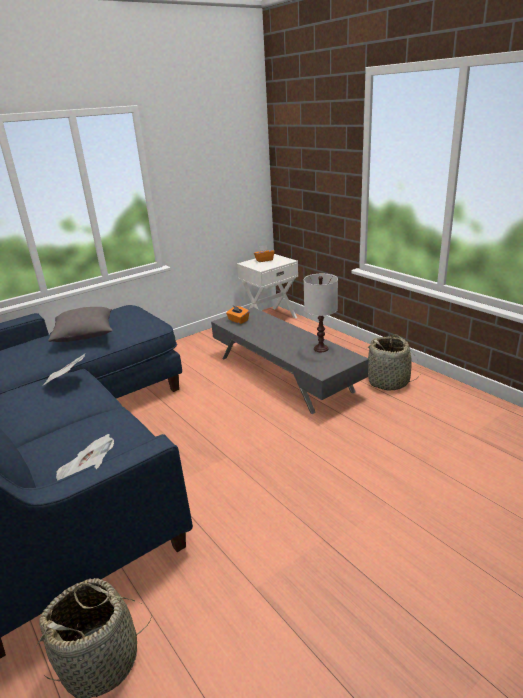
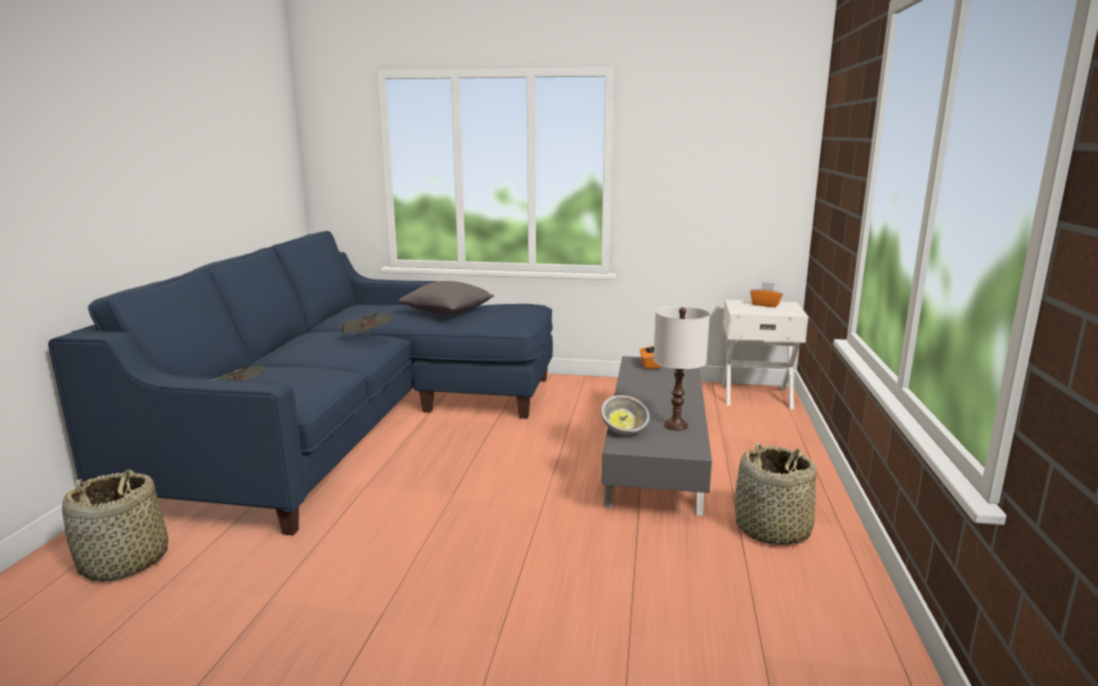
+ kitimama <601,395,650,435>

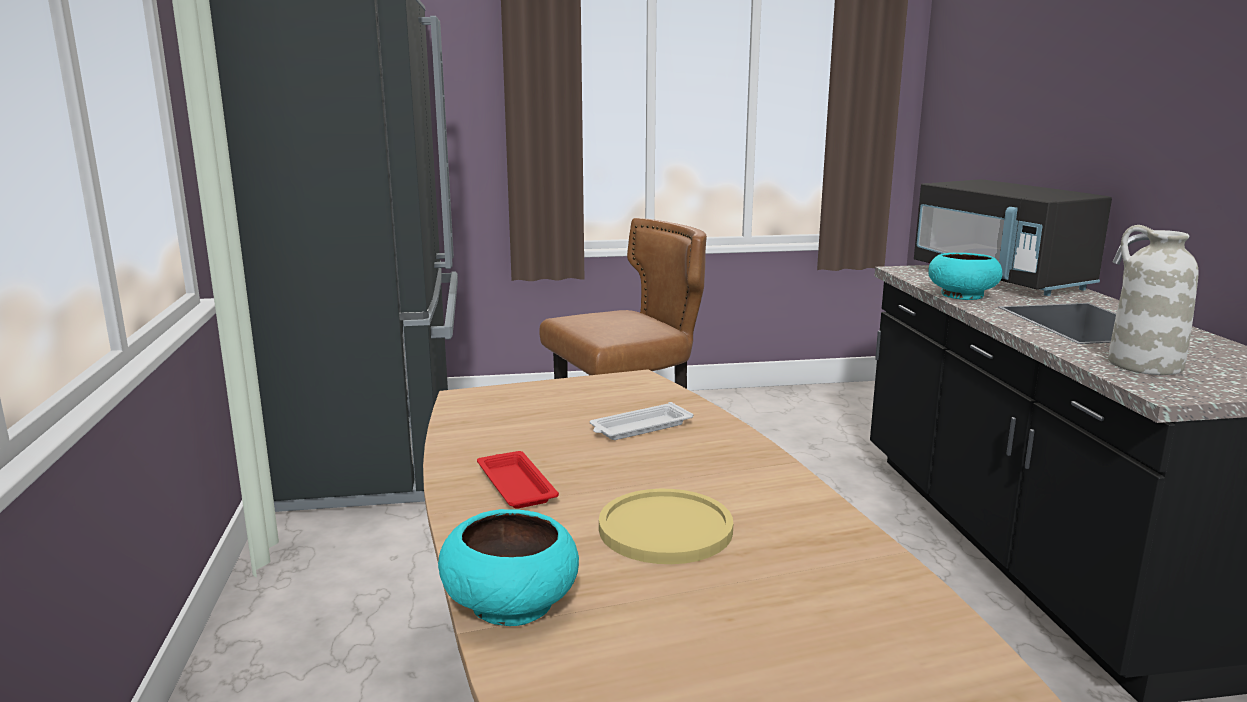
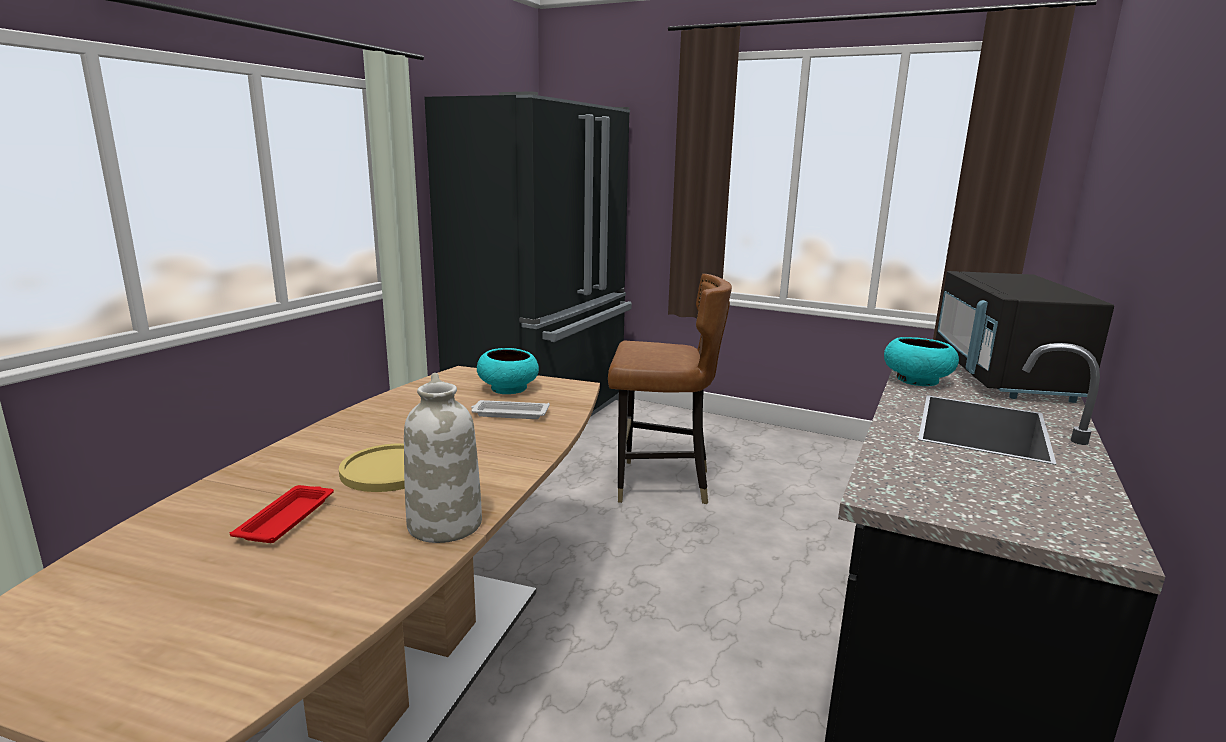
~ turquoise_kitimama <438,509,579,626> to <477,348,539,394>
~ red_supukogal <477,451,559,509> to <230,485,334,543>
~ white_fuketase <1108,225,1198,375> to <404,373,482,543>

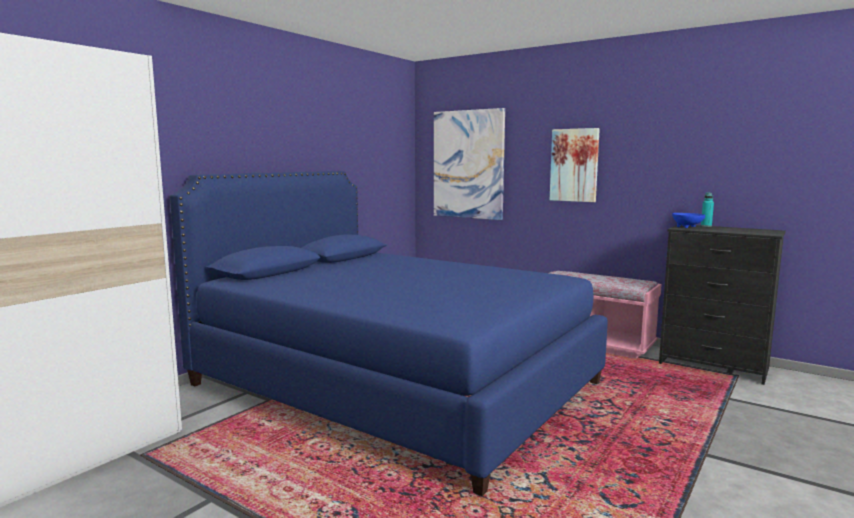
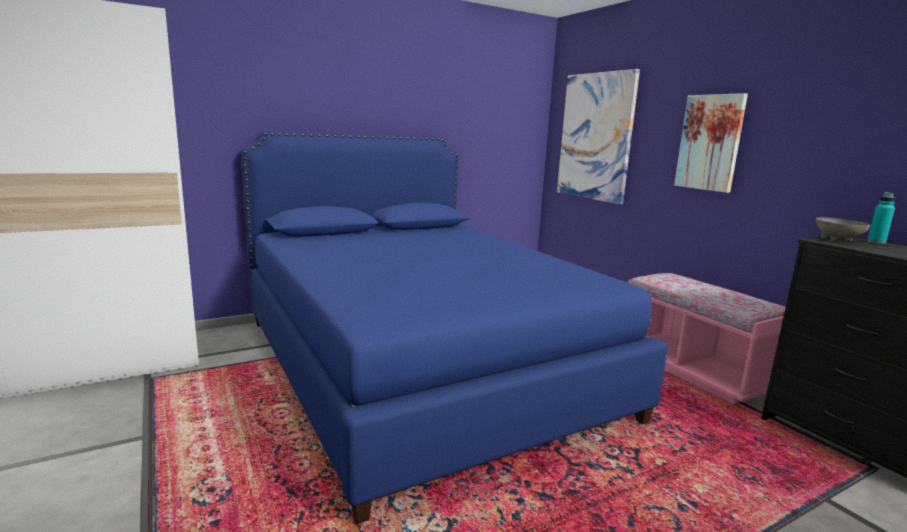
~ blue_kitimama <672,213,705,228> to grey_kitimama <816,217,871,241>

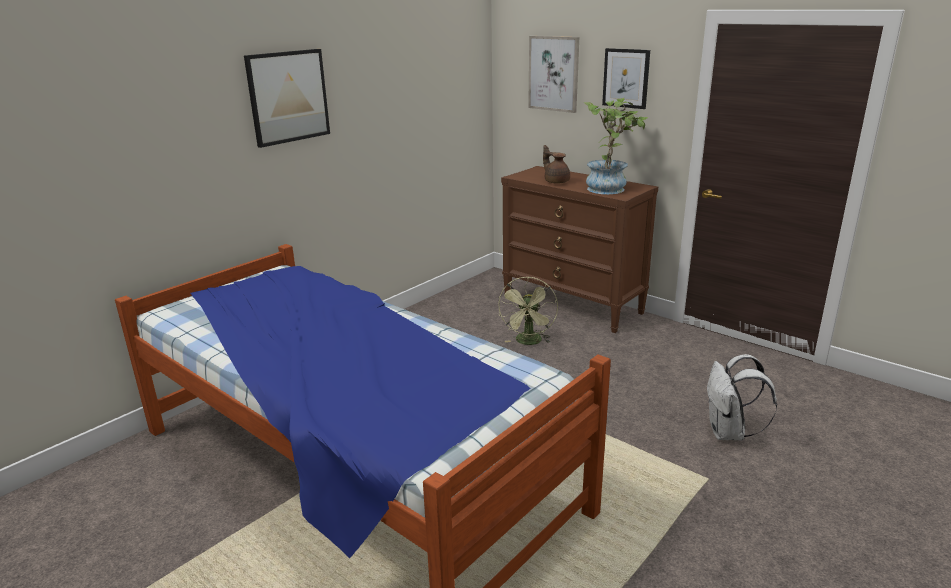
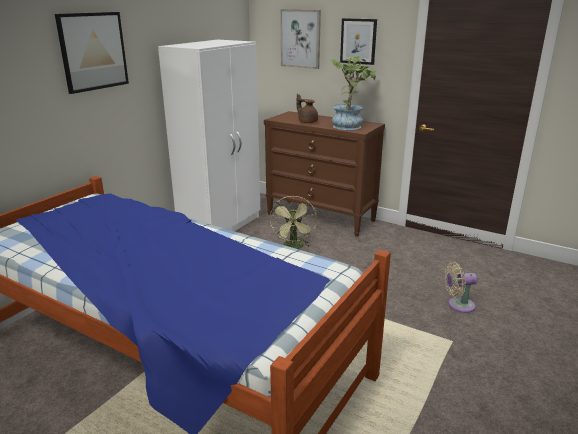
+ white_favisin <158,40,260,231>
~ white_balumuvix <707,354,777,441> to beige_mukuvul <444,262,478,313>

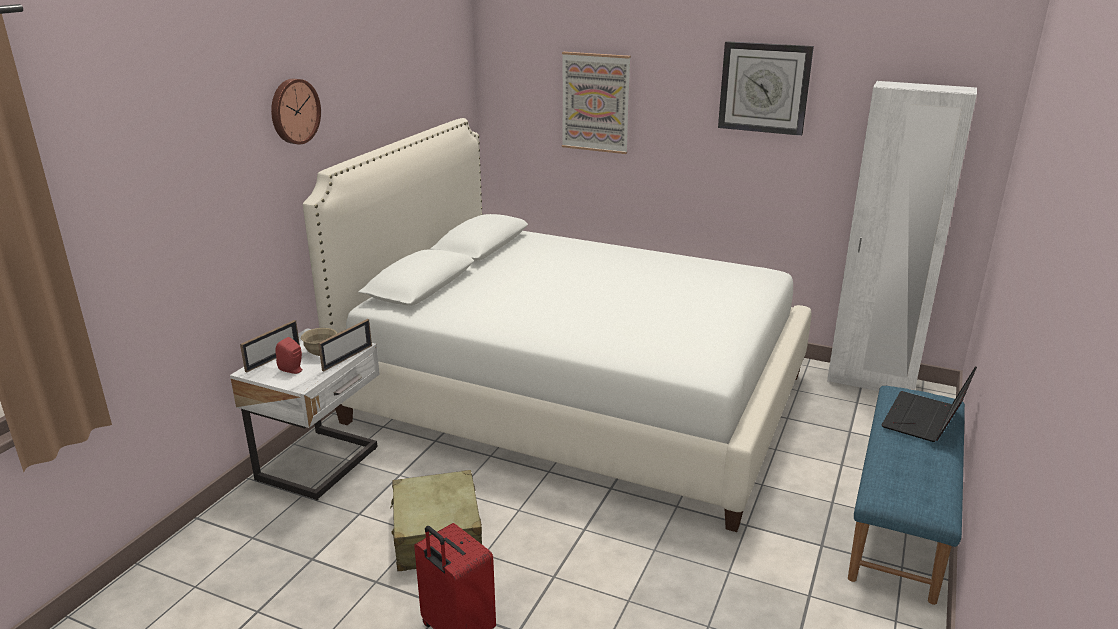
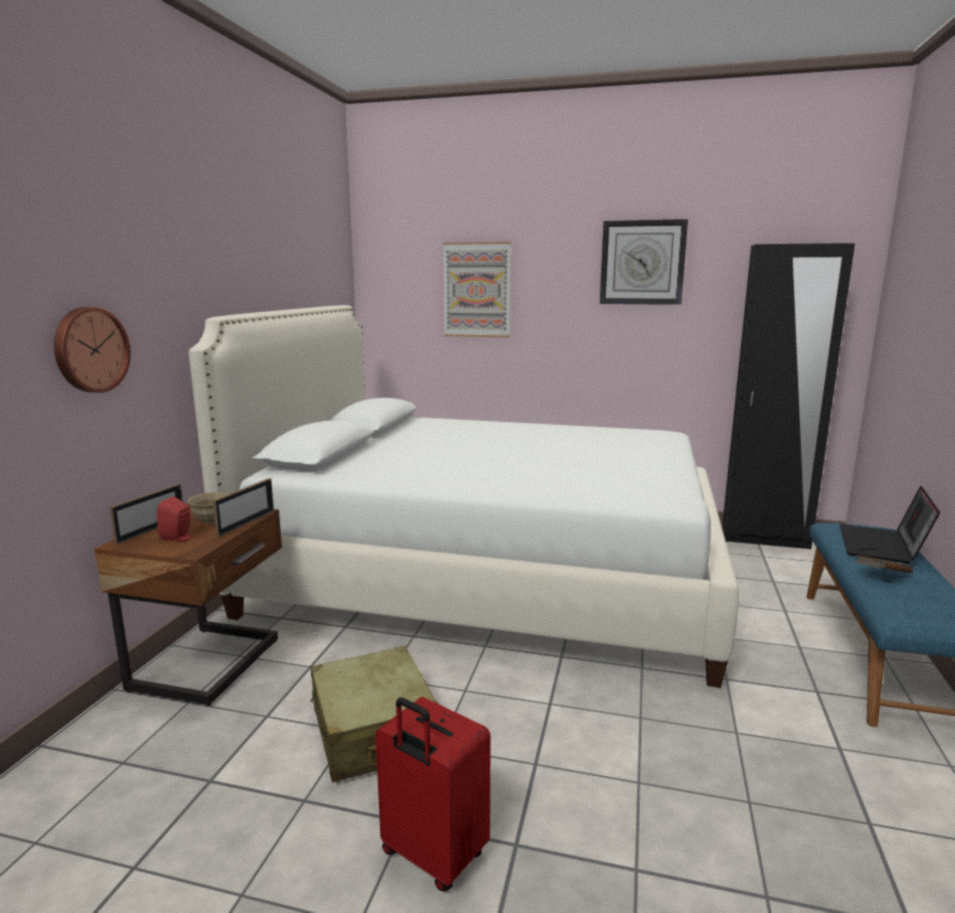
+ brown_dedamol <855,555,913,573>
~ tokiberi <271,79,321,144> to <54,307,131,393>
~ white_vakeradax <230,328,380,501> to brown_vakeradax <94,503,282,706>
~ white_favisin <827,81,977,391> to black_favisin <722,243,855,549>

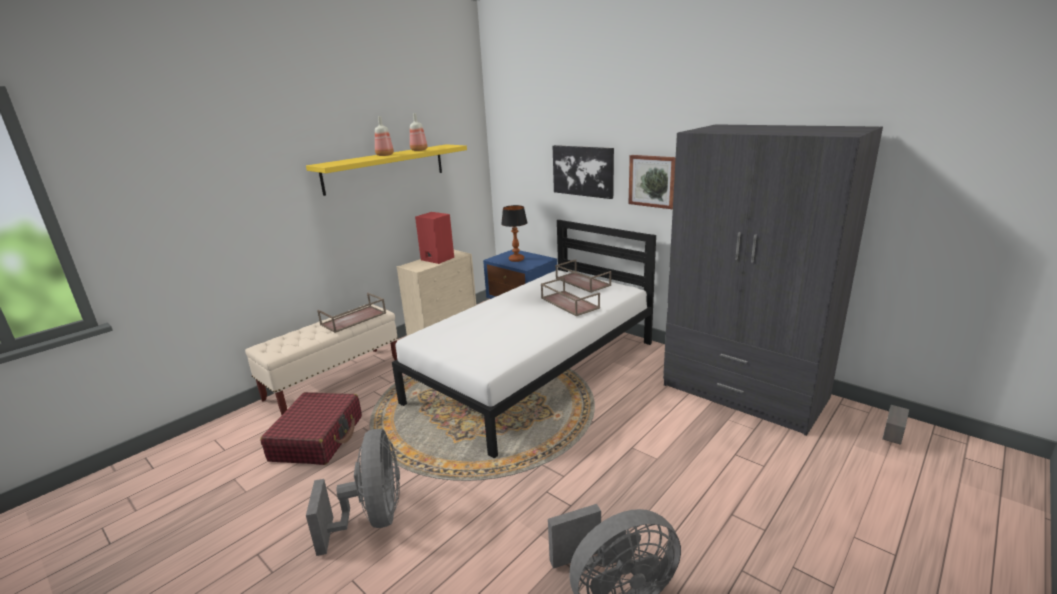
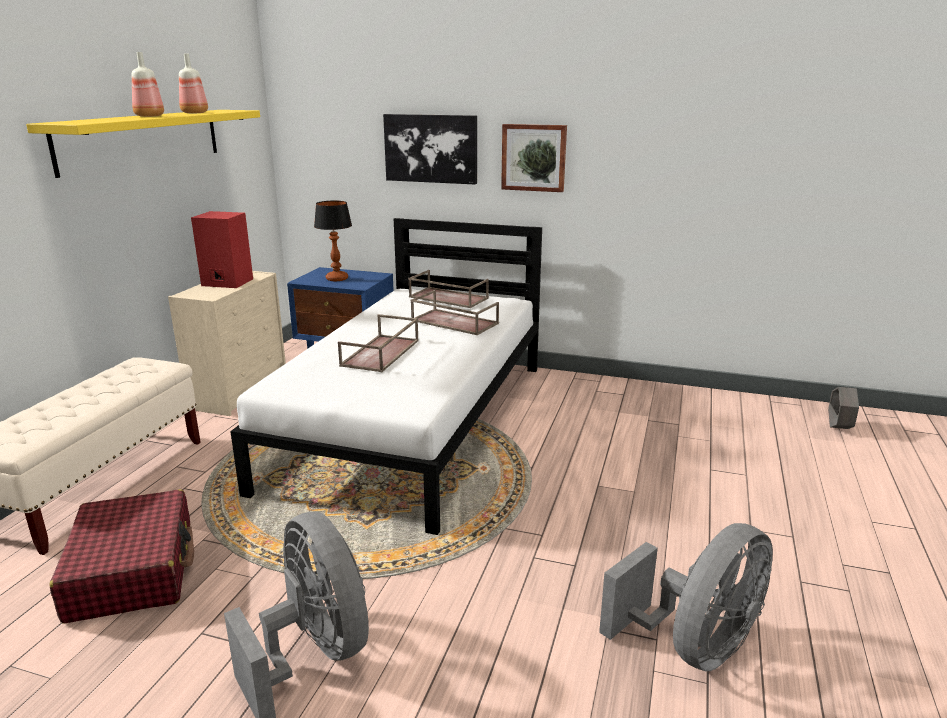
- grey_favisin <663,124,883,436>
~ brown_supukogal <317,293,386,333> to <338,314,419,372>

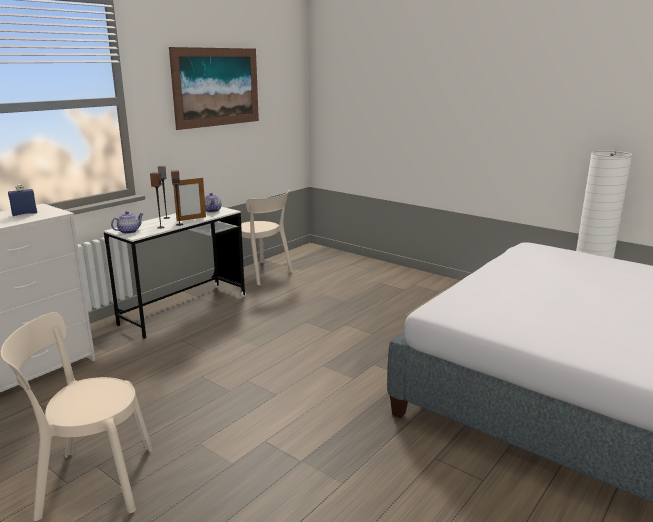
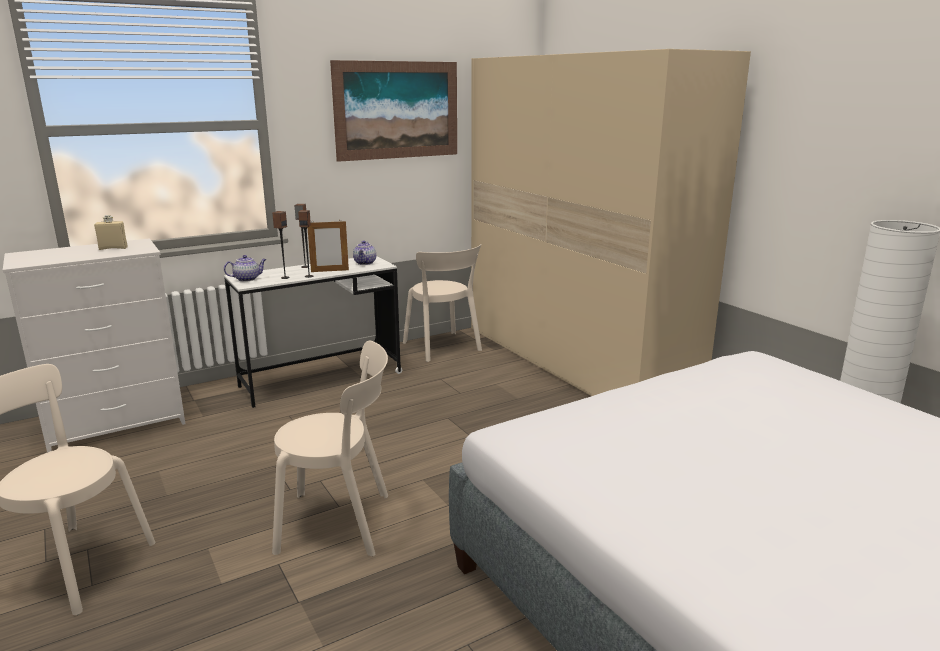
+ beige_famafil <272,341,388,556>
+ beige_favisin <471,49,751,396>
~ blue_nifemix <8,184,37,216> to beige_nifemix <94,215,127,250>

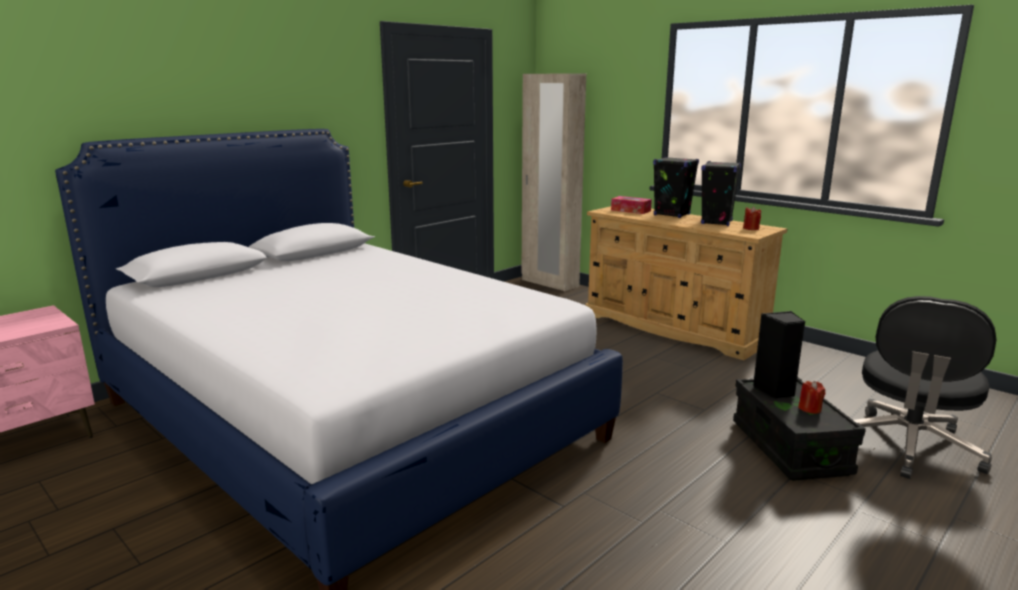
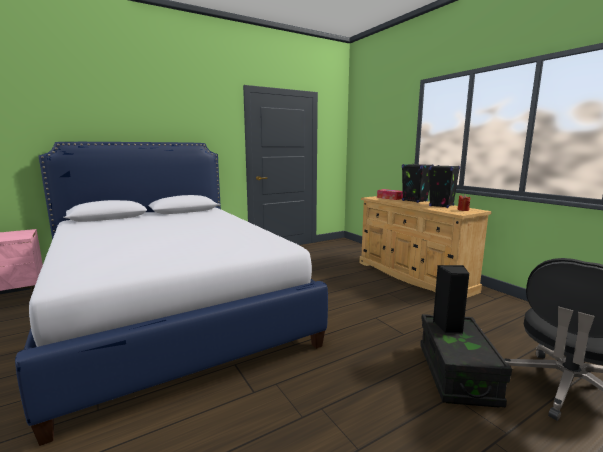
- beige_favisin <522,73,586,291>
- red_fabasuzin <798,381,825,414>

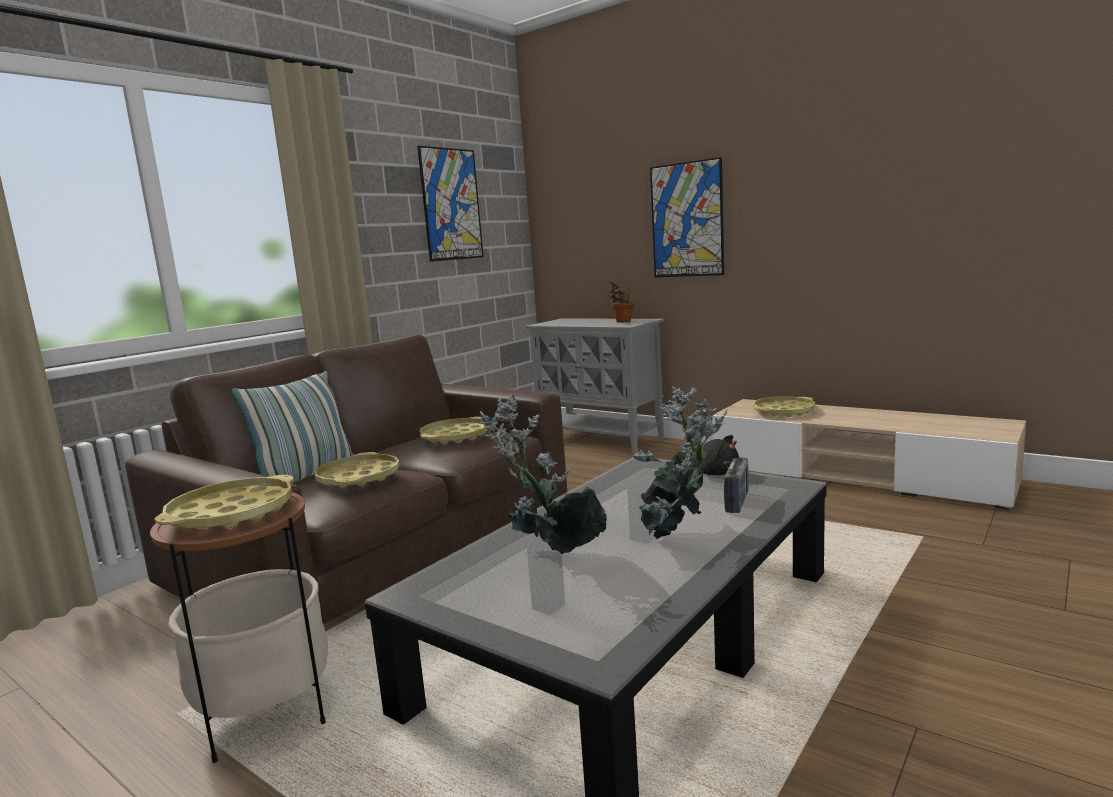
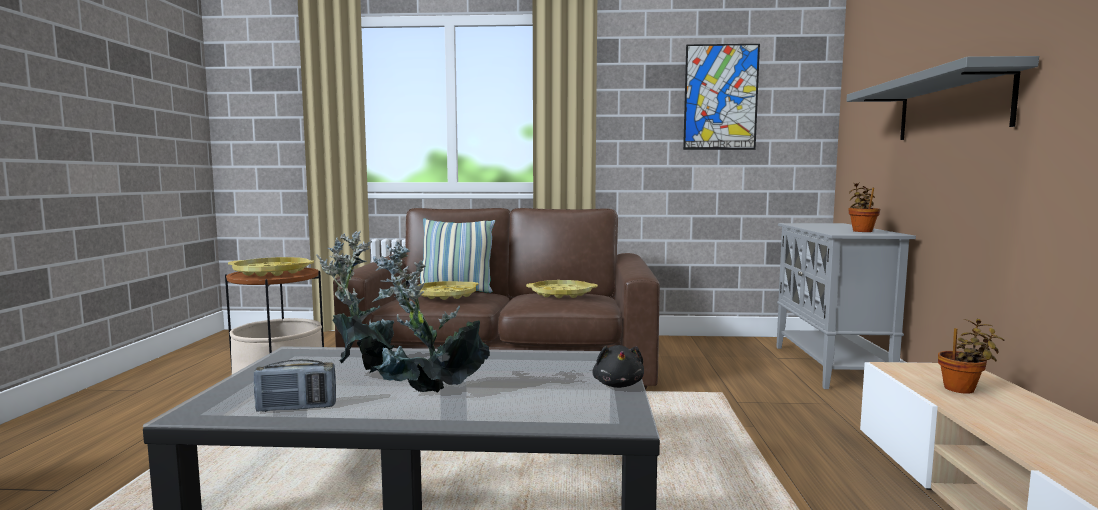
~ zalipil <724,457,749,513> to <254,359,336,412>
~ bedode <650,157,724,277> to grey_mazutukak <846,56,1039,140>
~ yellow_supukogal <753,396,815,417> to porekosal <938,319,1004,394>

